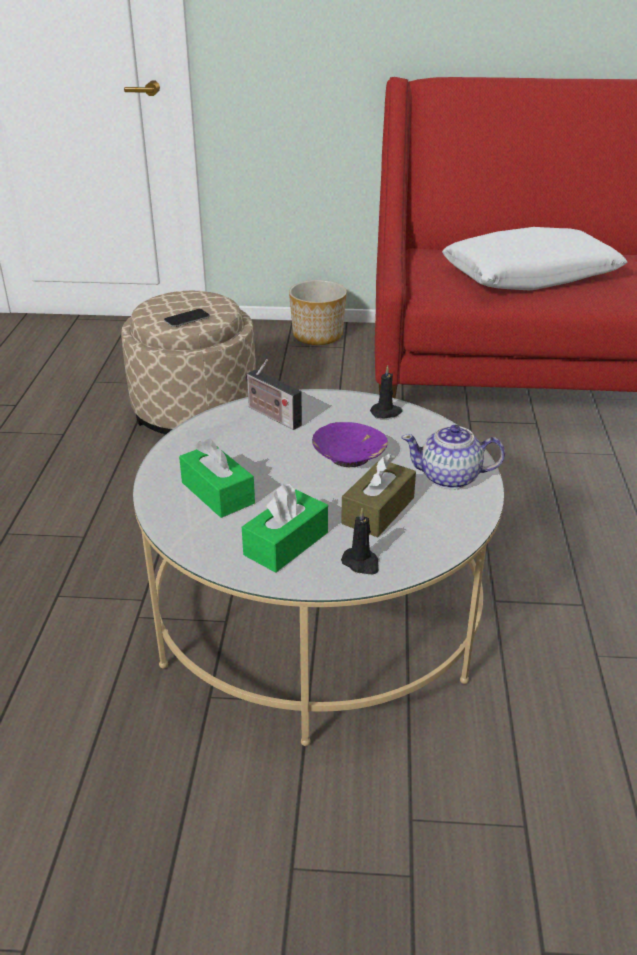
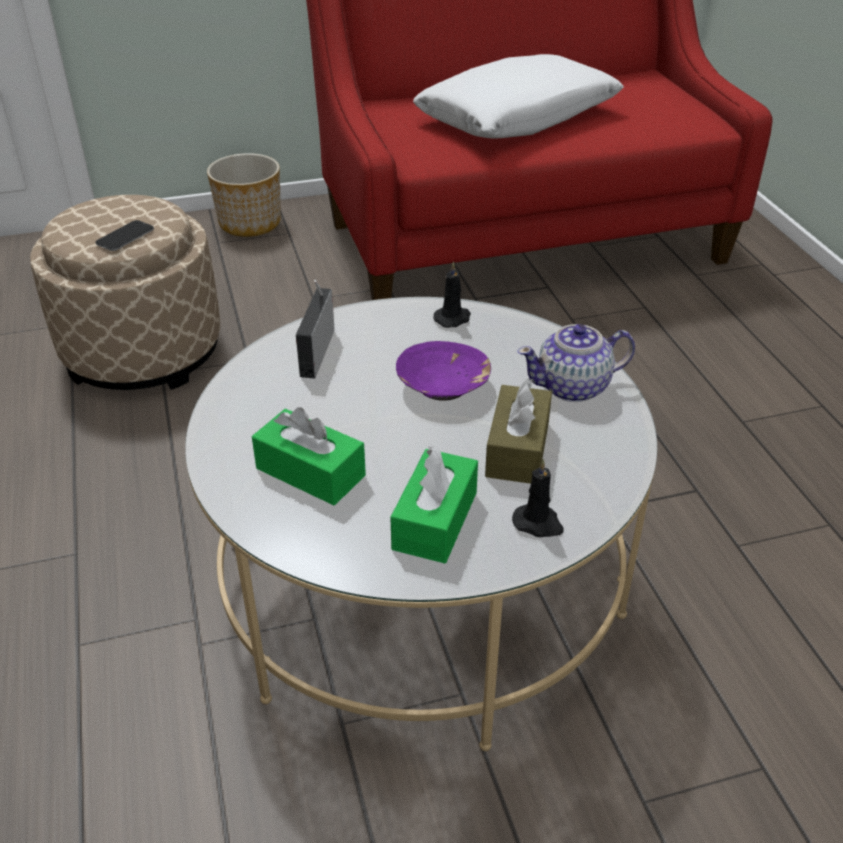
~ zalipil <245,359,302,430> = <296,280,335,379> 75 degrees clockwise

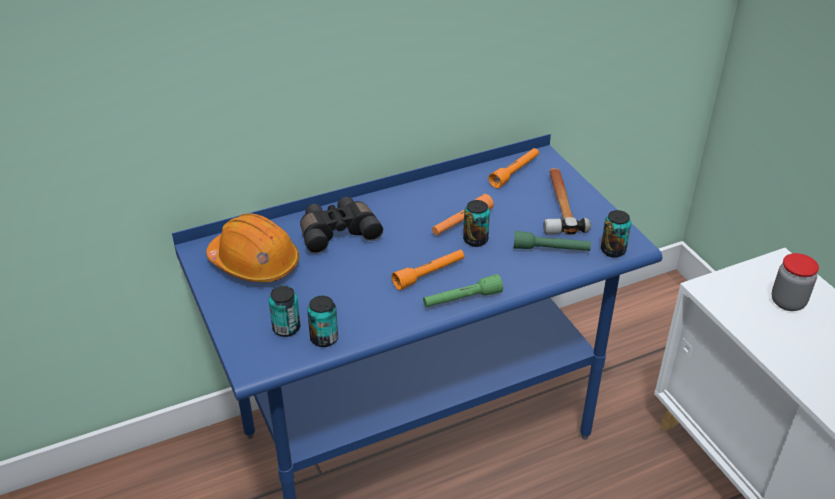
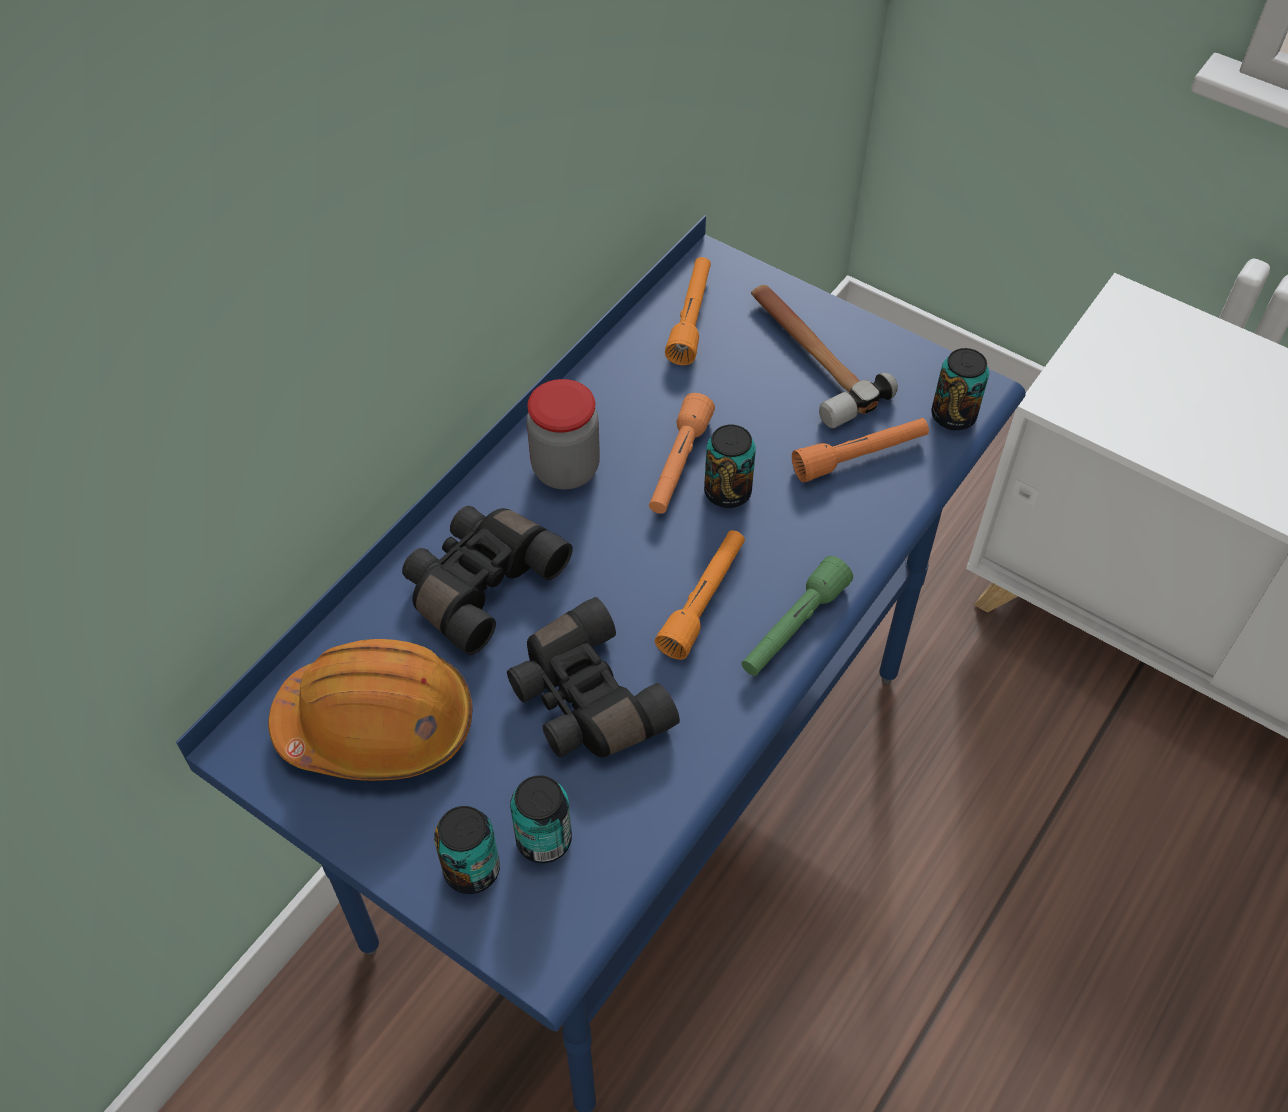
+ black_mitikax <507,597,680,757>
~ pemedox <307,296,338,347> to <434,806,500,894>
~ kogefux <771,253,819,311> to <526,379,600,489>
~ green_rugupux <514,231,591,251> to orange_rugupux <792,418,929,482>

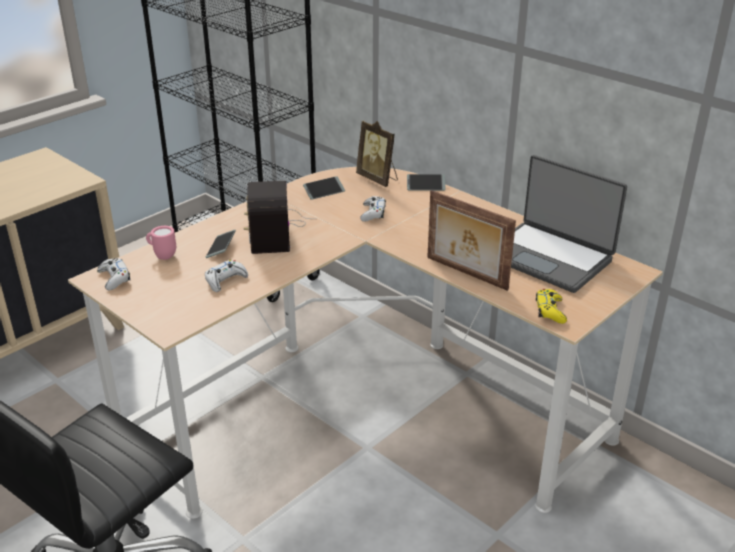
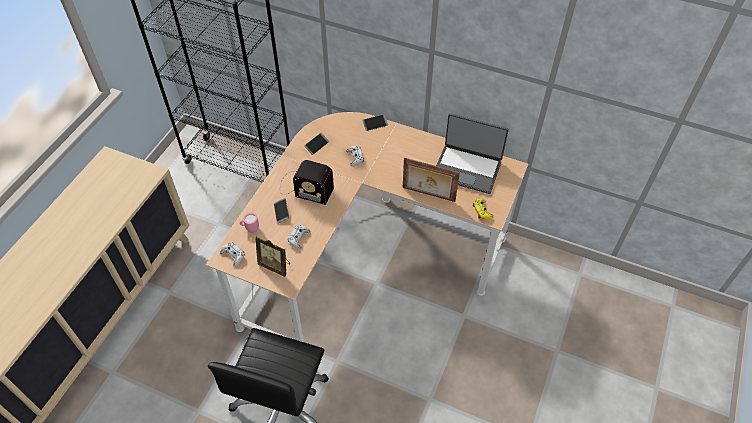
~ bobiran <356,121,398,187> to <256,236,290,277>
~ zalipil <244,181,313,254> = <280,160,334,205> 45 degrees counterclockwise

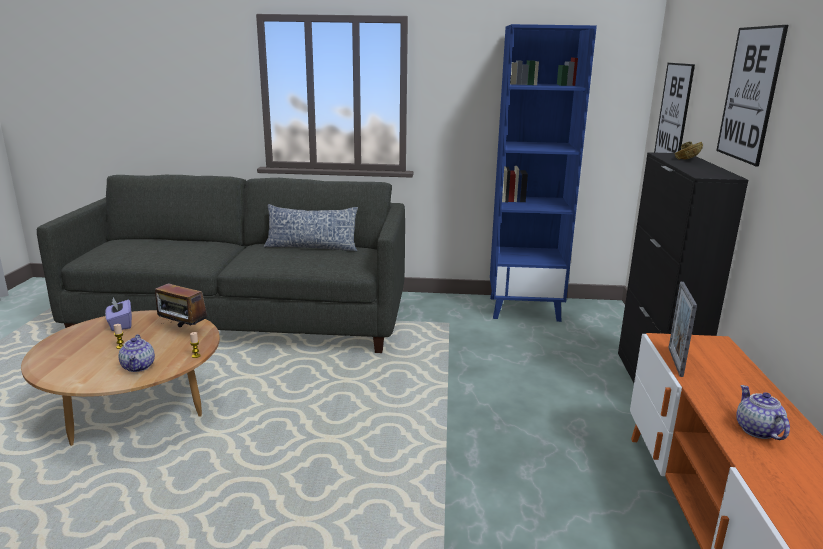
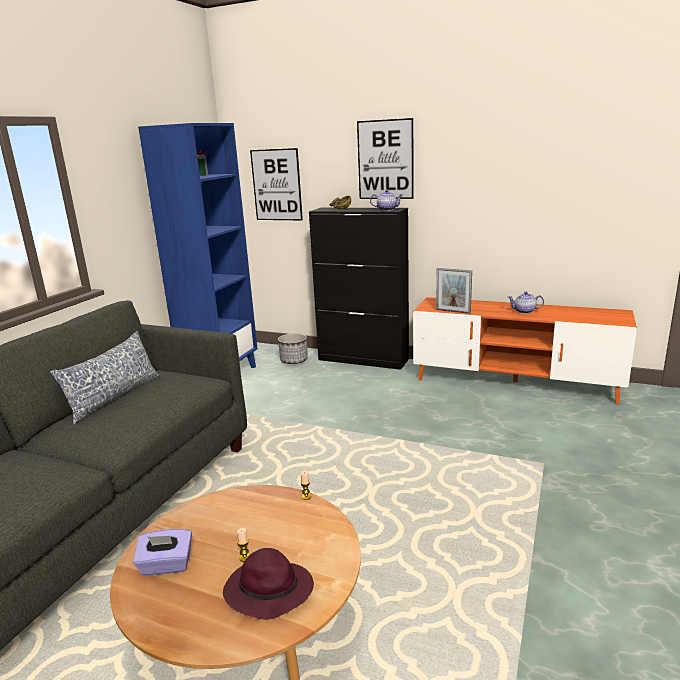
- zalipil <155,277,208,327>
+ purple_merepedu <223,548,314,620>
+ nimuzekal <278,333,308,364>
~ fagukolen <118,334,155,372> to <370,190,403,211>

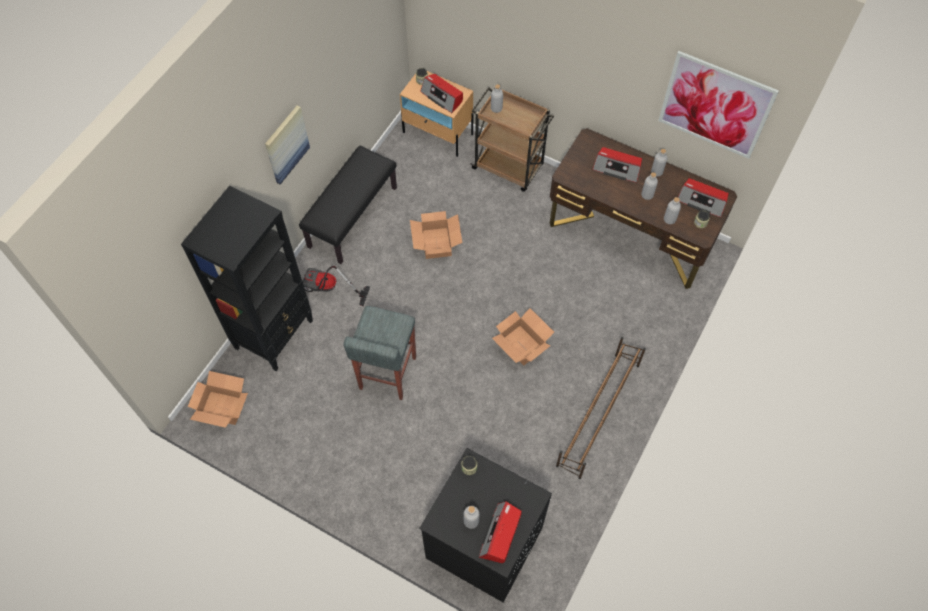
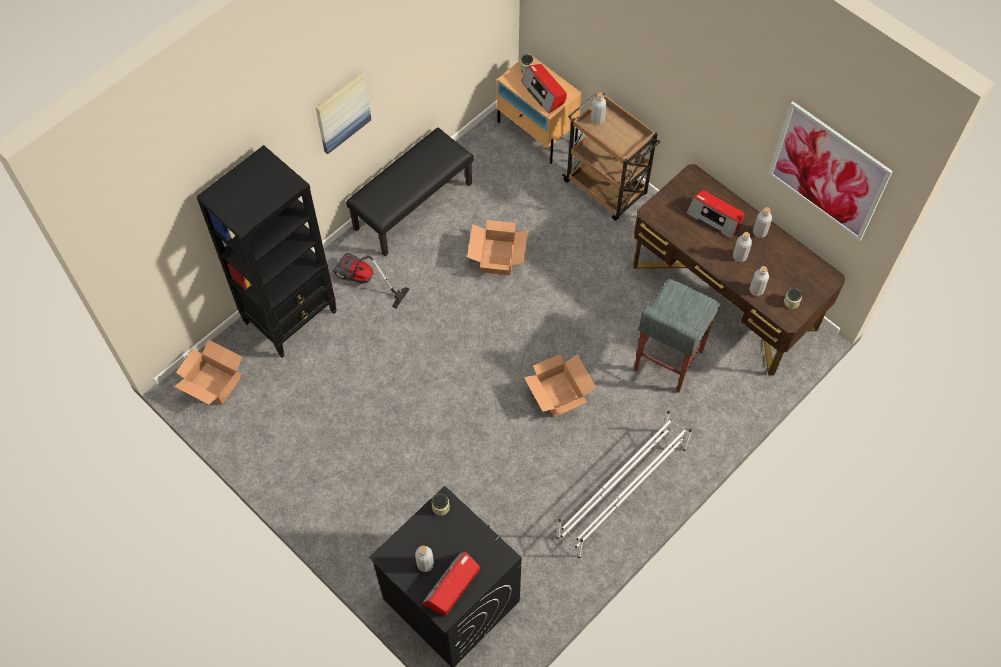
- zalipil <678,178,729,217>
~ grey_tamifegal <344,306,416,400> to <634,279,720,393>
~ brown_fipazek <556,337,646,479> to white_fipazek <556,411,692,558>

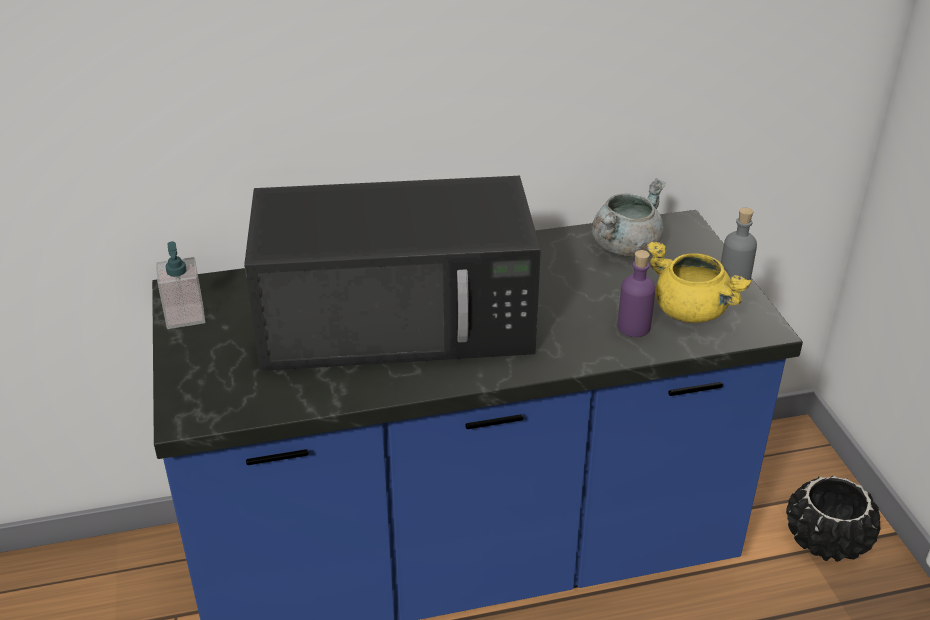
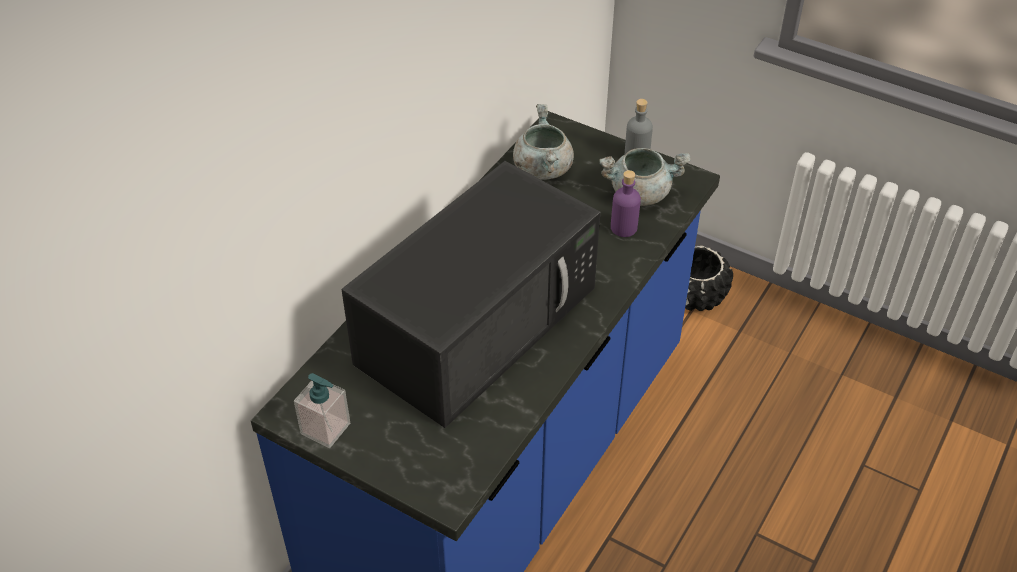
~ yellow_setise <646,242,751,323> to grey_setise <599,148,691,206>

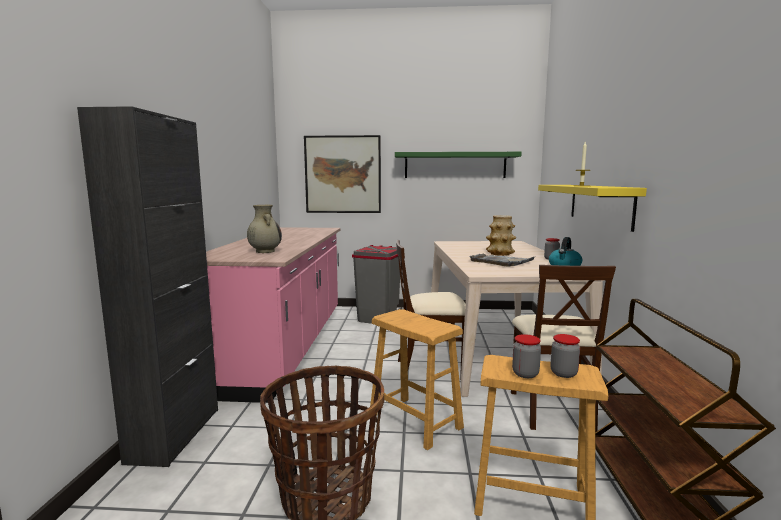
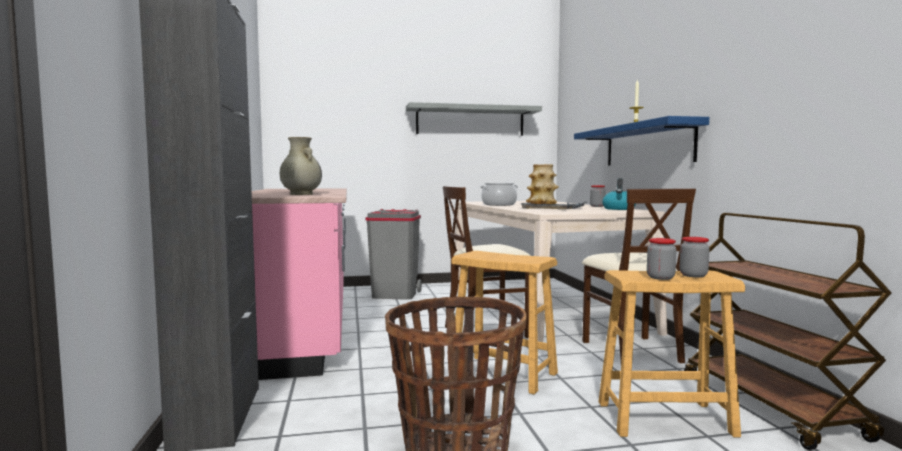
- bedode <304,135,381,213>
+ setise <480,183,518,206>
~ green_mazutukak <395,152,522,178> to grey_mazutukak <406,102,542,136>
~ yellow_mazutukak <538,185,647,232> to blue_mazutukak <574,116,709,166>

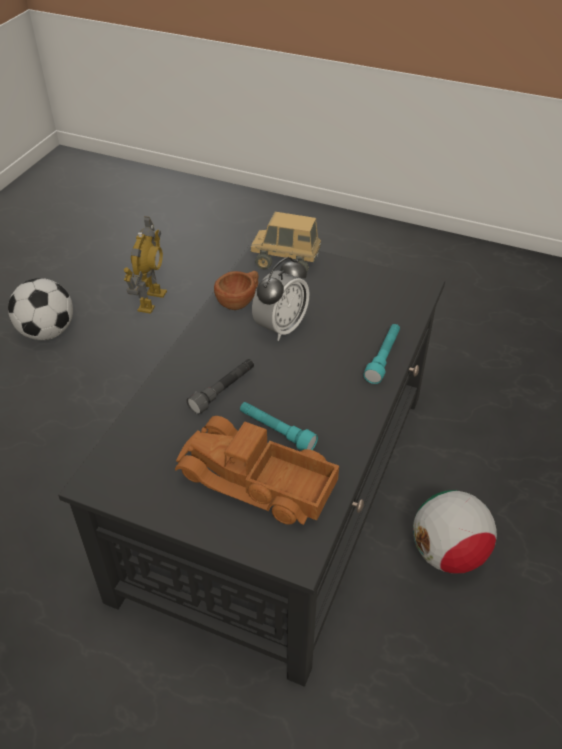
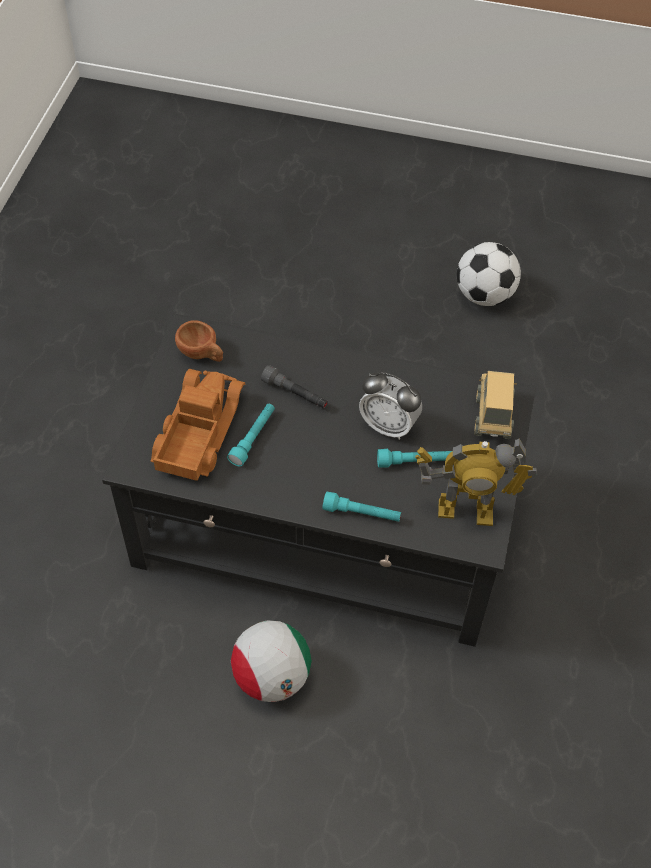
+ turquoise_rugupux <377,449,452,468>
~ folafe <124,216,167,314> to <415,439,537,526>
~ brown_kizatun <214,271,258,310> to <175,320,223,362>

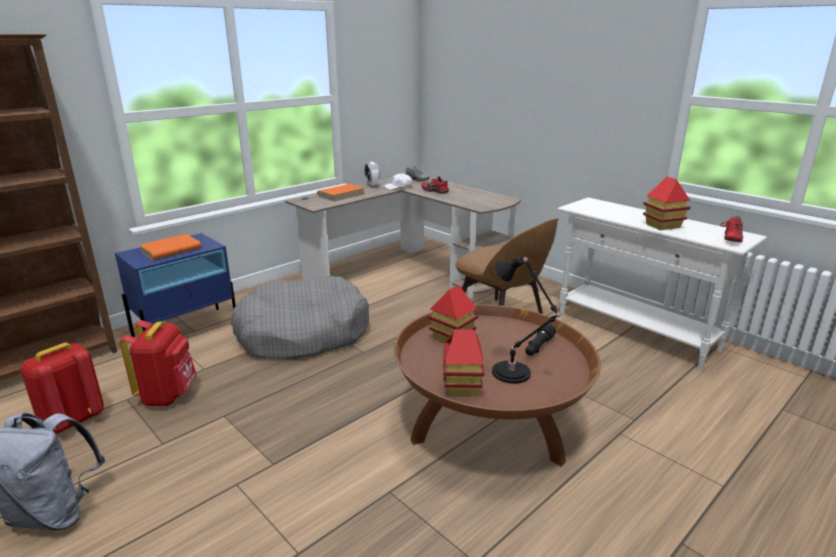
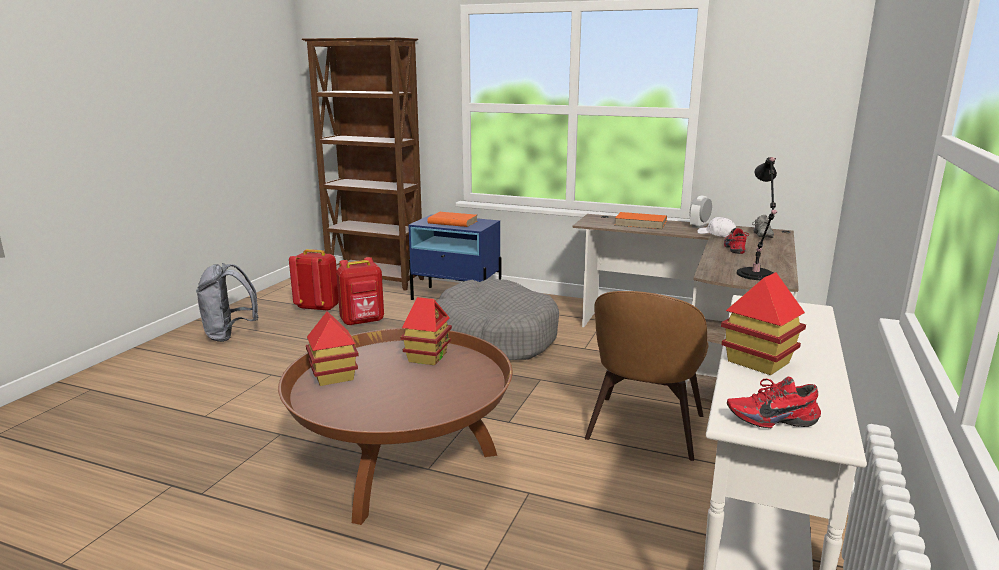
- black_rugupux <525,323,556,356>
~ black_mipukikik <492,257,563,384> to <737,157,778,280>

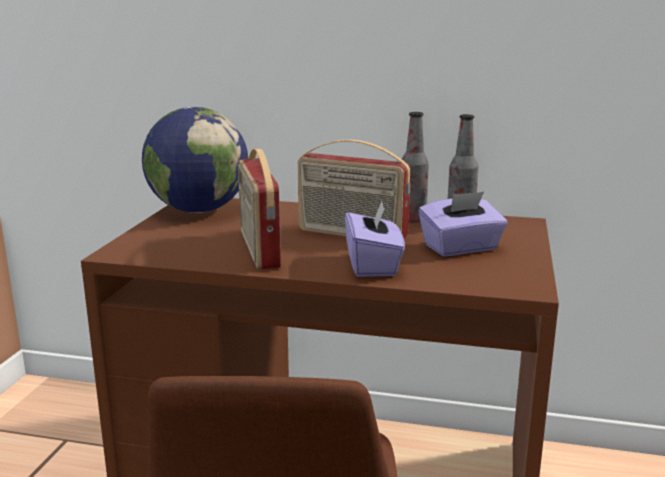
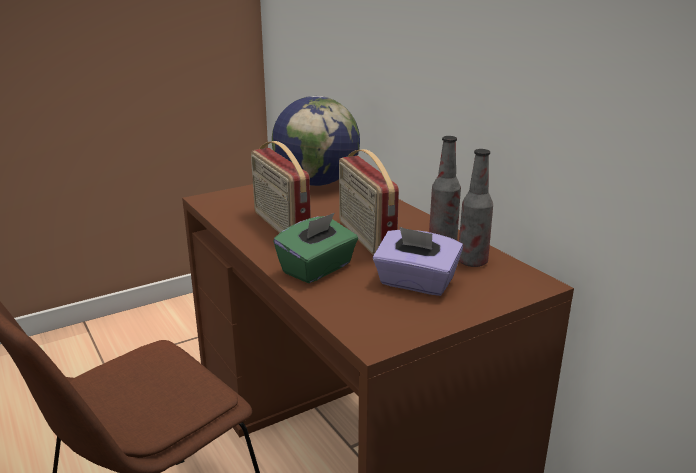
~ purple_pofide <345,201,405,277> to green_pofide <273,213,358,283>
~ zalipil <238,149,281,269> = <251,141,311,233> 60 degrees counterclockwise

